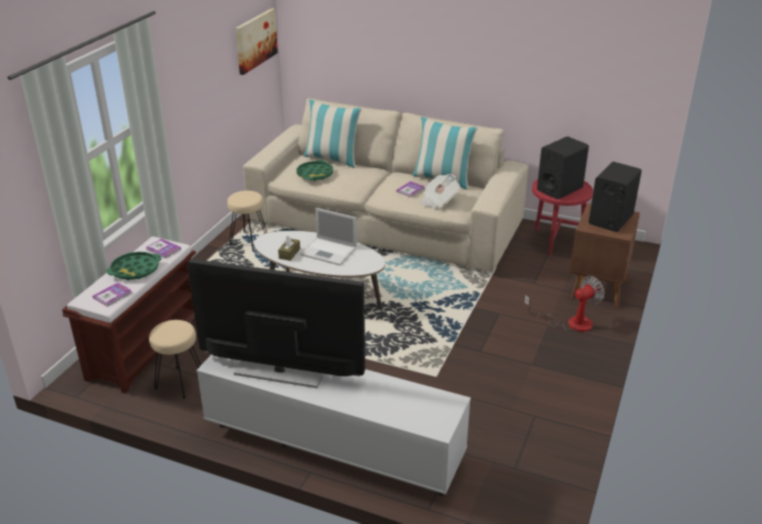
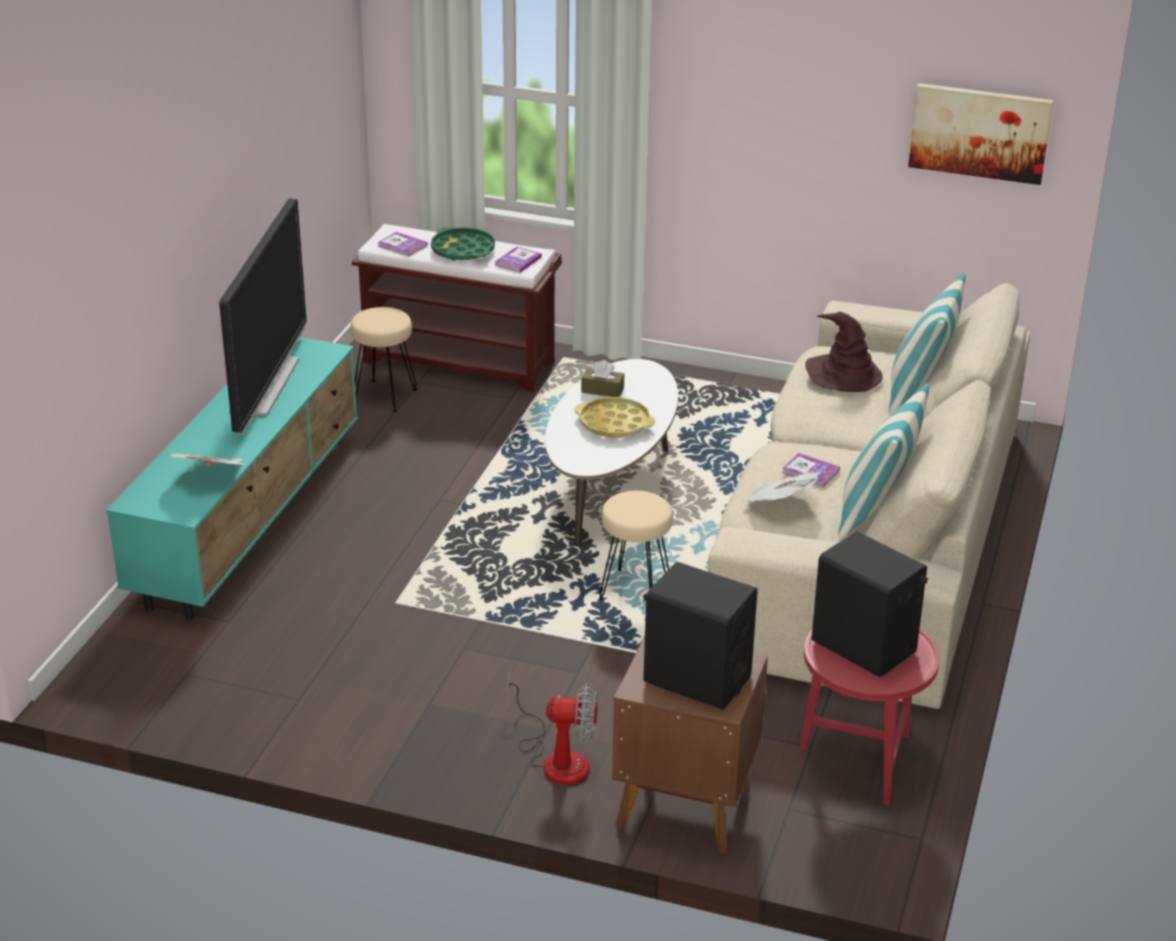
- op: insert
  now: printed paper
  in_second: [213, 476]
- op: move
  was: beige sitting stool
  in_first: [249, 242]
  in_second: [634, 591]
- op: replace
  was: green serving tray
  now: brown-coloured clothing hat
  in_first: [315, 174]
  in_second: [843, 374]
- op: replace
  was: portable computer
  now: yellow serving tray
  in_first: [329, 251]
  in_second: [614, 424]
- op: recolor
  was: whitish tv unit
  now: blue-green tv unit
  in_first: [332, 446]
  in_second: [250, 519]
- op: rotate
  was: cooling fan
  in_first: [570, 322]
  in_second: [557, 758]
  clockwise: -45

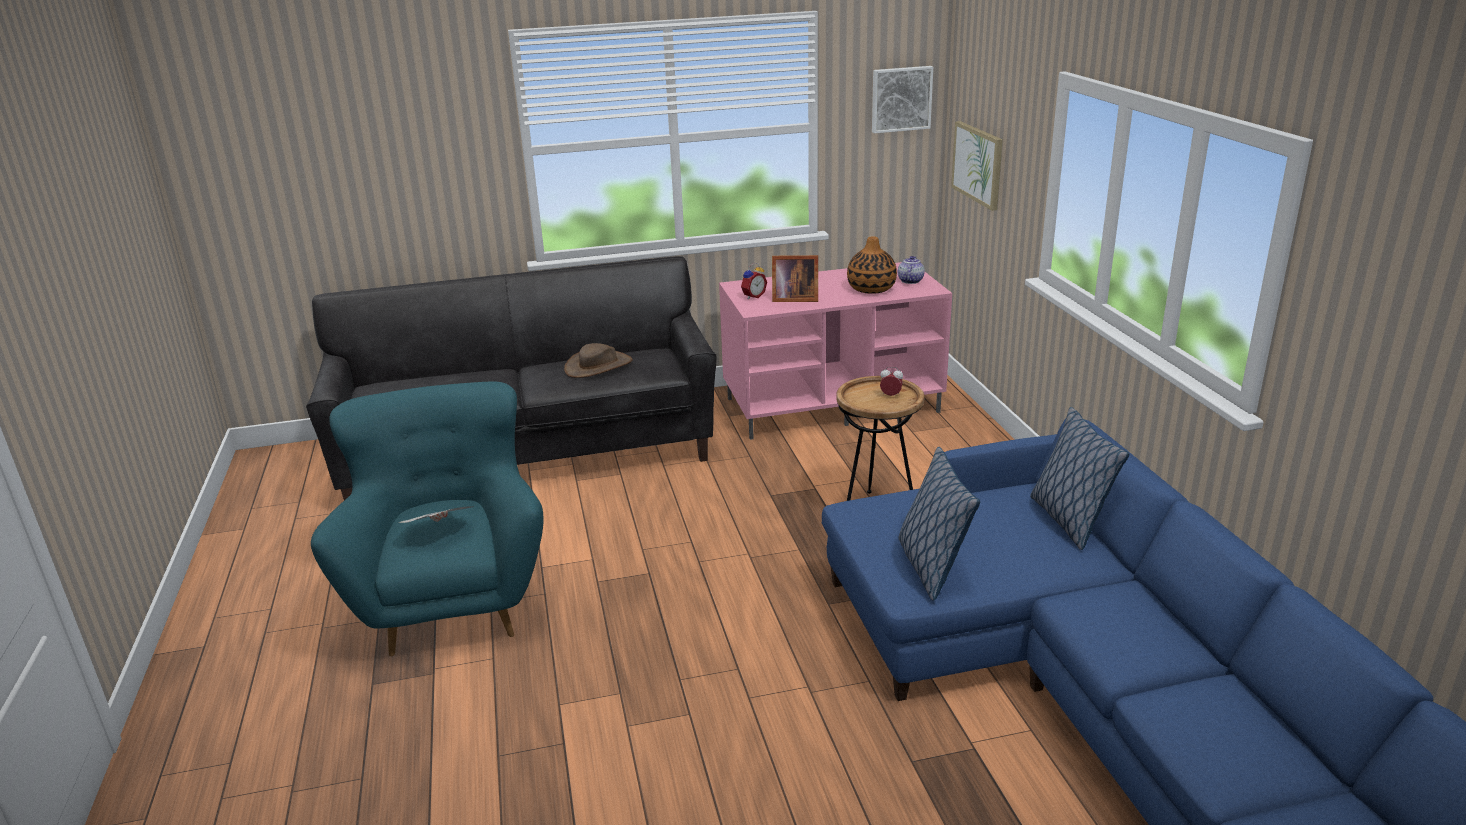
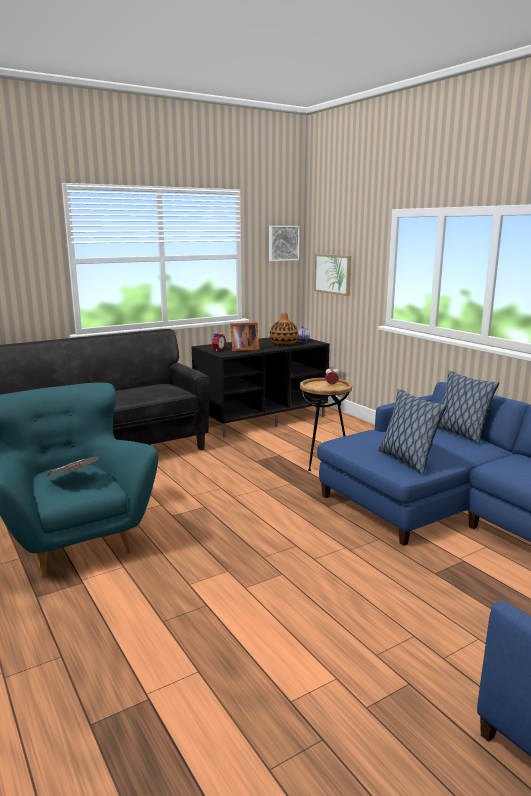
- op: delete
  was: brown-coloured clothing hat
  in_first: [598, 366]
- op: recolor
  was: pink tv unit
  now: black-coloured tv unit
  in_first: [832, 404]
  in_second: [261, 418]

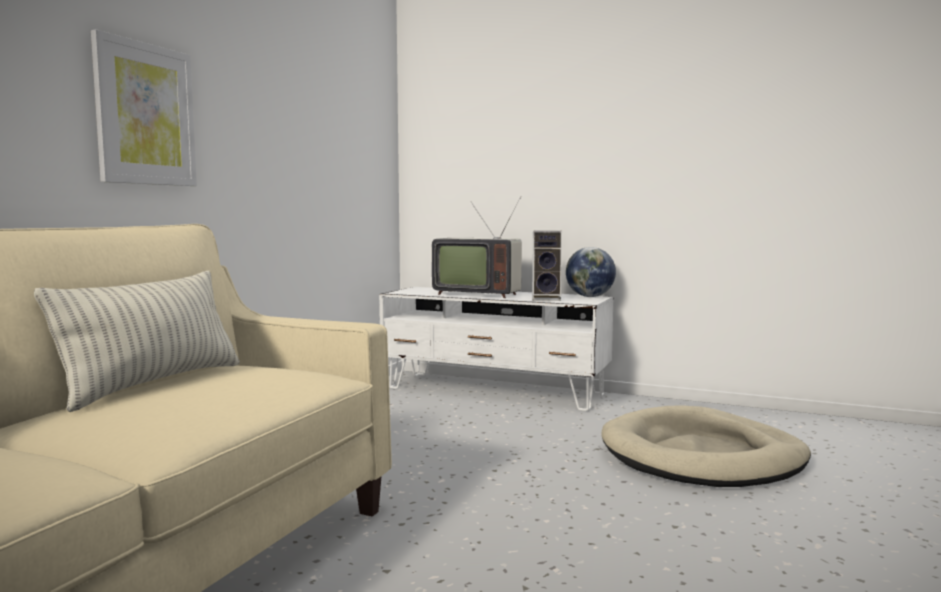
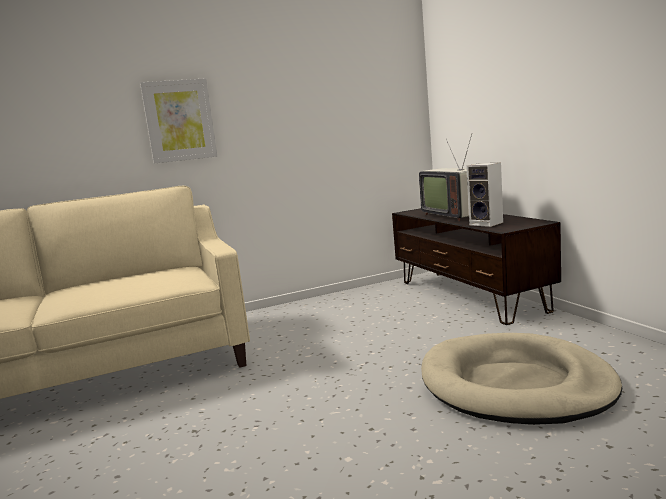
- op: delete
  was: pillow
  in_first: [154, 384]
- op: delete
  was: world globe
  in_first: [589, 296]
- op: recolor
  was: whitish tv unit
  now: brown-coloured tv unit
  in_first: [494, 391]
  in_second: [469, 296]

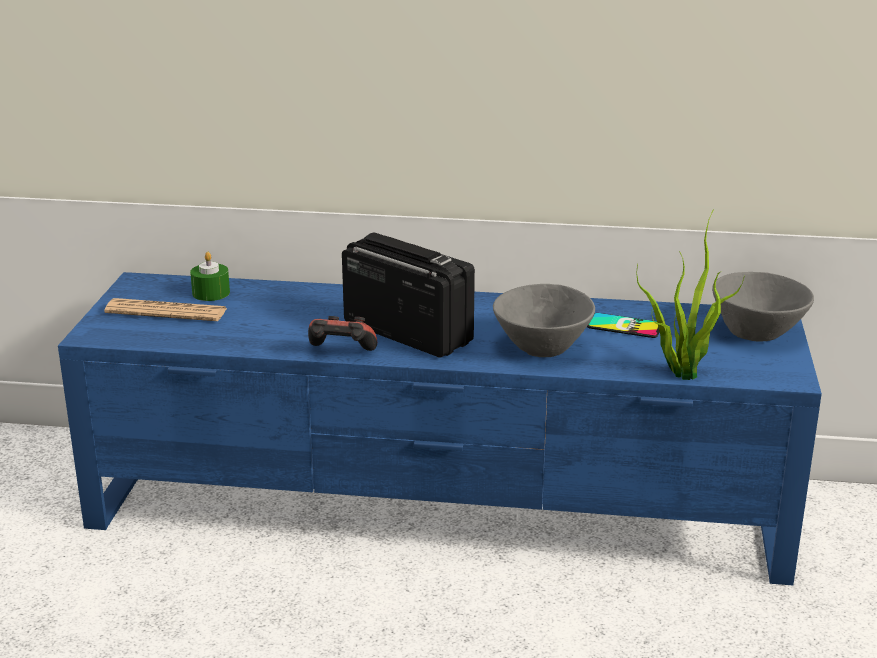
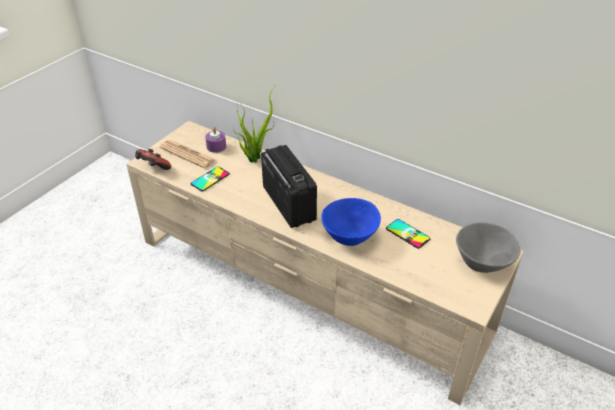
- op: insert
  now: phone
  in_second: [210, 179]
- op: move
  was: joypad
  in_first: [341, 354]
  in_second: [153, 168]
- op: move
  was: potted plant
  in_first: [681, 372]
  in_second: [254, 157]
- op: recolor
  was: blue tv unit
  now: beige tv unit
  in_first: [442, 507]
  in_second: [309, 284]
- op: recolor
  was: green candle
  now: purple-coloured candle
  in_first: [211, 293]
  in_second: [216, 146]
- op: recolor
  was: grey bowl
  now: blue bowl
  in_first: [539, 347]
  in_second: [348, 236]

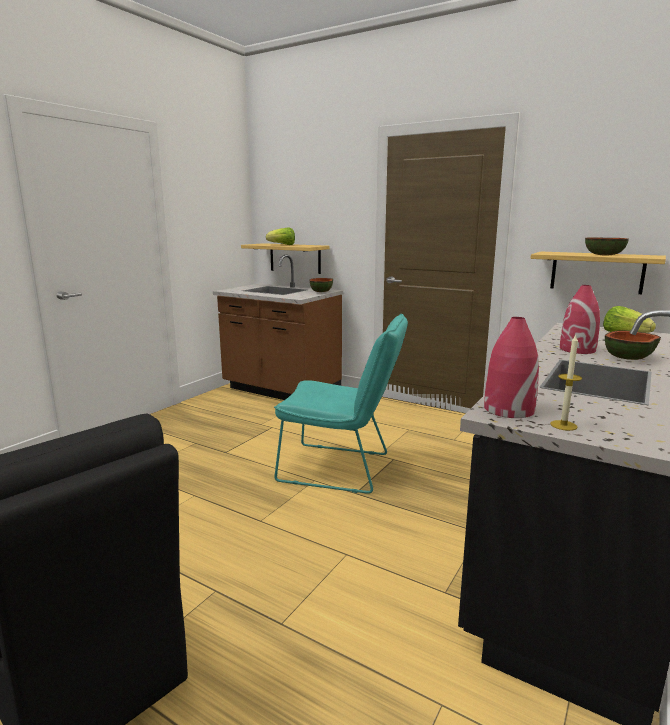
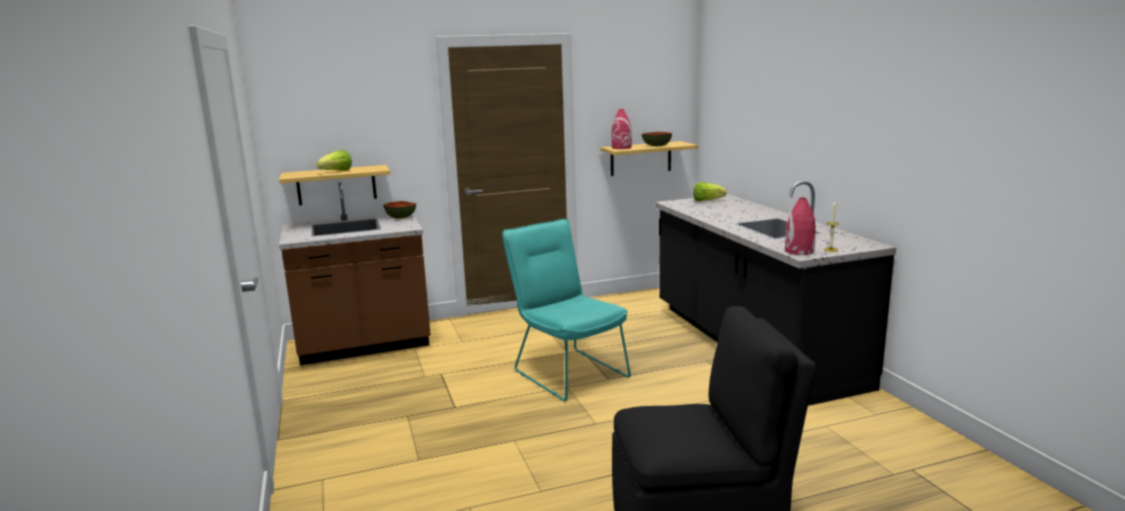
- op: delete
  was: bowl
  in_first: [629, 358]
- op: move
  was: red flower vase
  in_first: [577, 350]
  in_second: [621, 148]
- op: rotate
  was: blue-green plain chair
  in_first: [342, 469]
  in_second: [566, 371]
  clockwise: -90

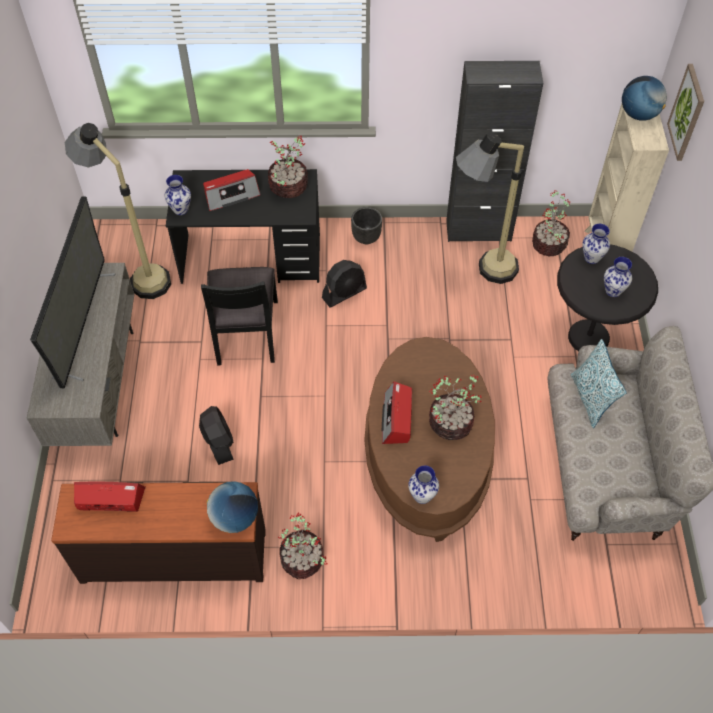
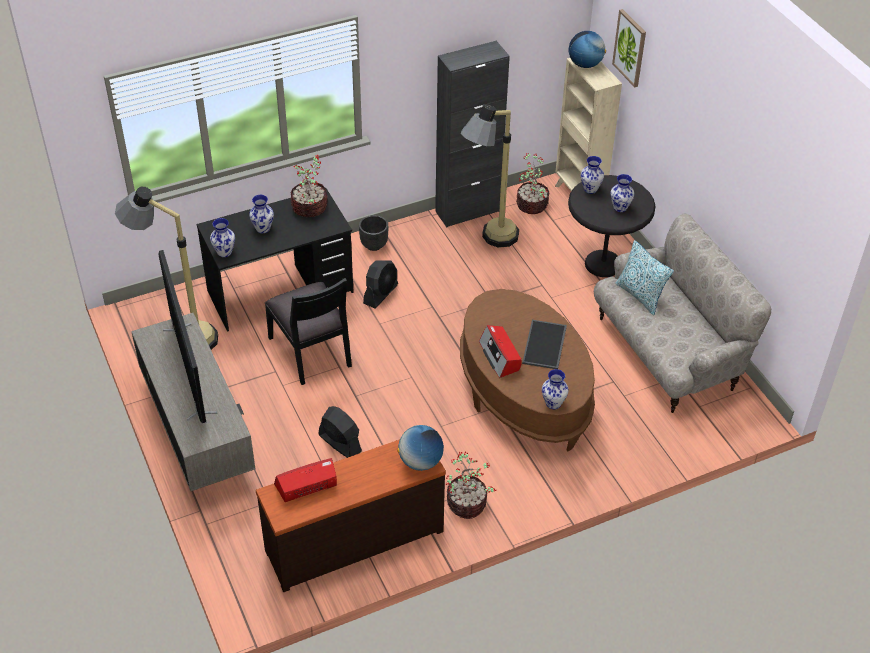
- op: replace
  was: radio
  now: flower vase
  in_first: [231, 195]
  in_second: [263, 228]
- op: replace
  was: potted plant
  now: serving tray
  in_first: [451, 423]
  in_second: [545, 345]

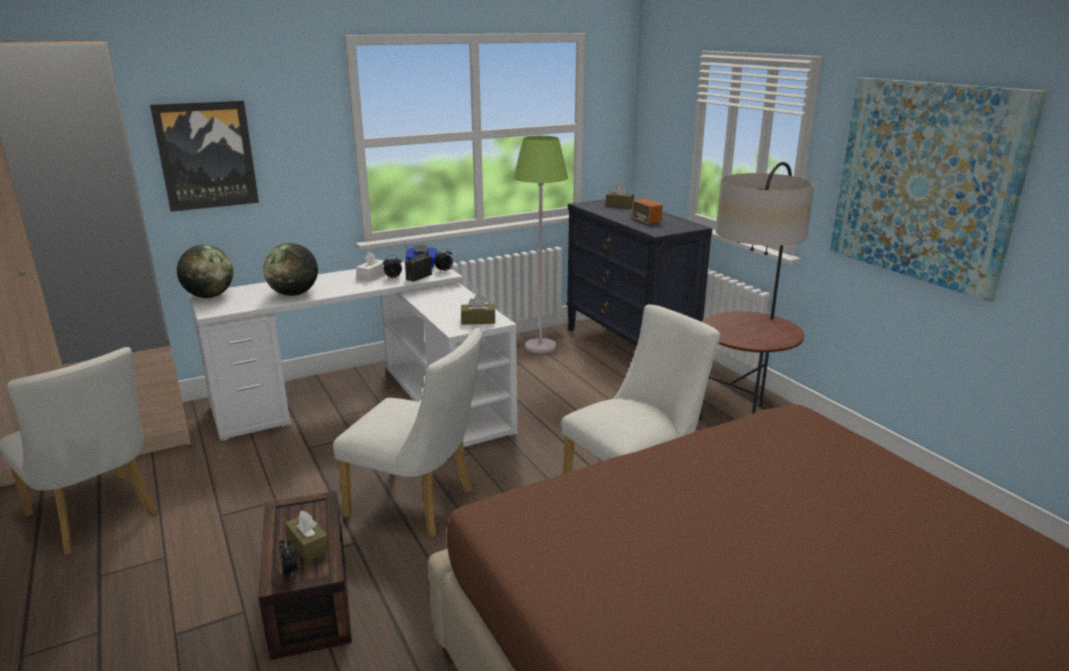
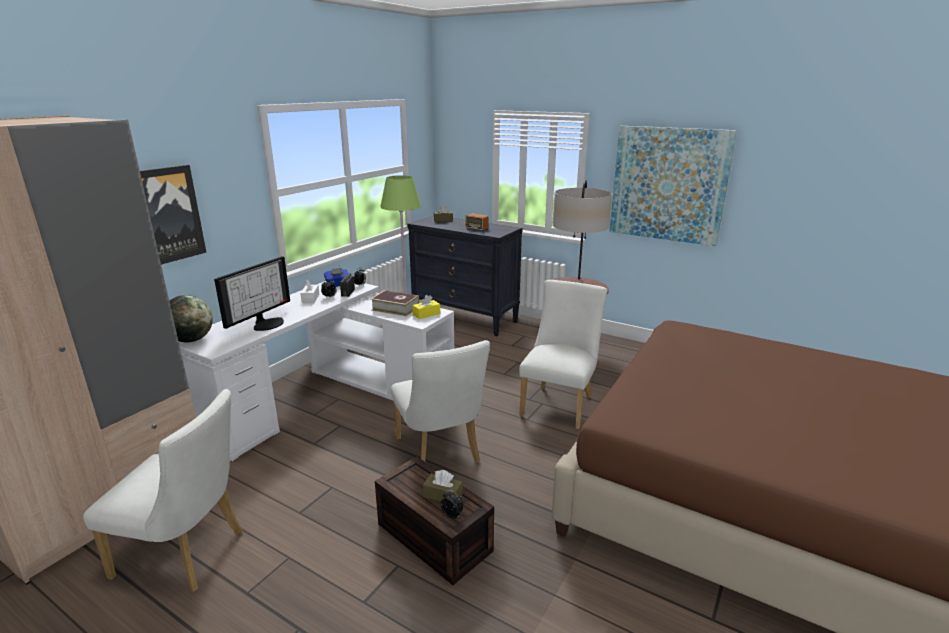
- op: insert
  now: book
  in_second: [395, 308]
- op: replace
  was: world globe
  now: monitor
  in_first: [294, 294]
  in_second: [266, 323]
- op: recolor
  was: brown-coloured box of tissues
  now: yellow box of tissues
  in_first: [478, 321]
  in_second: [426, 314]
- op: rotate
  was: whitish plain chair
  in_first: [419, 505]
  in_second: [440, 454]
  clockwise: 75

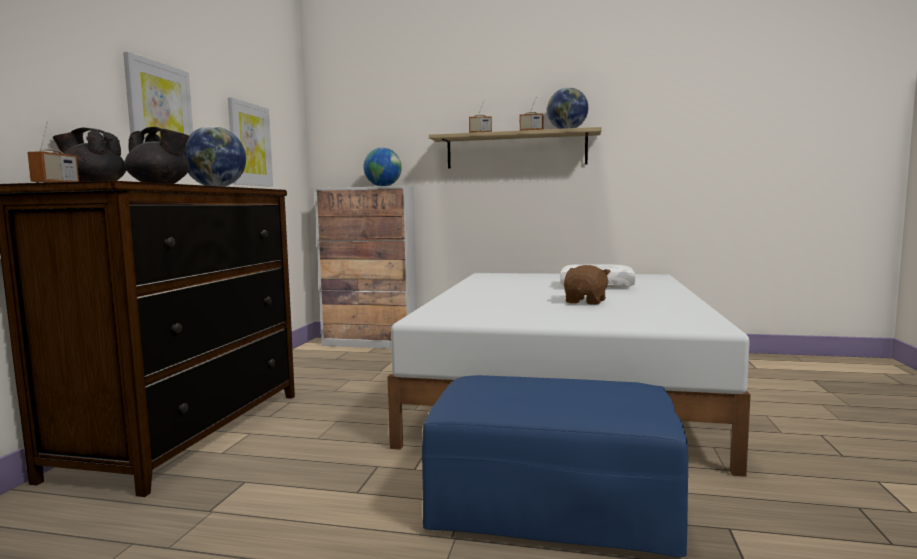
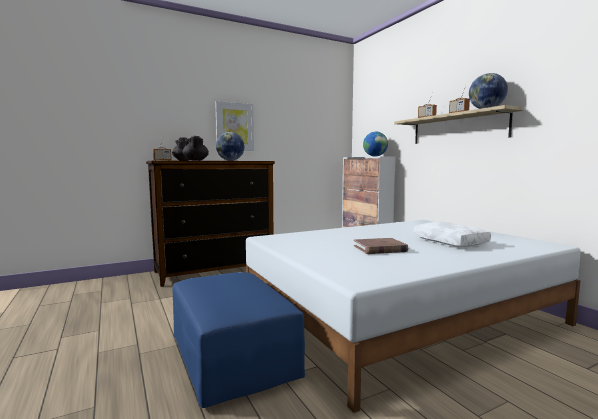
- op: delete
  was: wall art
  in_first: [250, 144]
- op: replace
  was: brown-coloured soft toy
  now: brown-coloured book
  in_first: [586, 301]
  in_second: [380, 249]

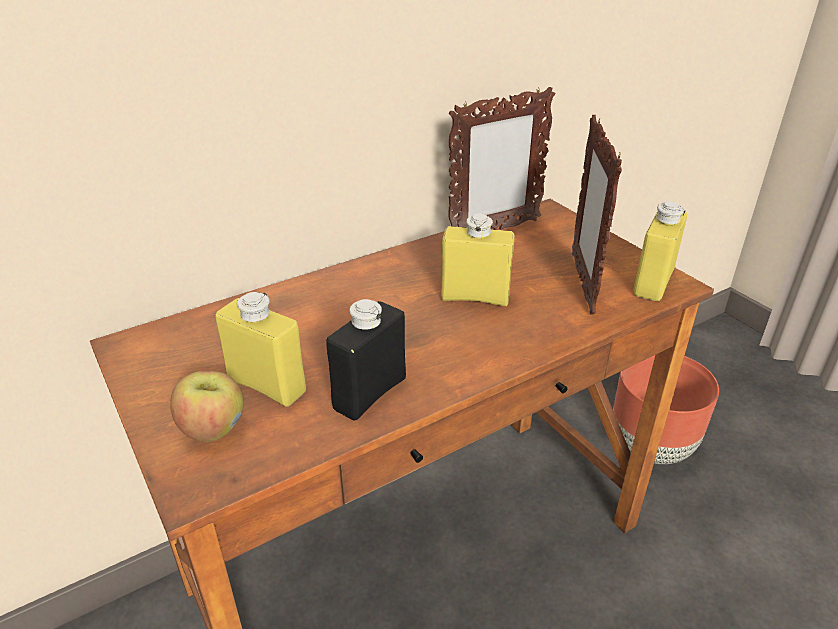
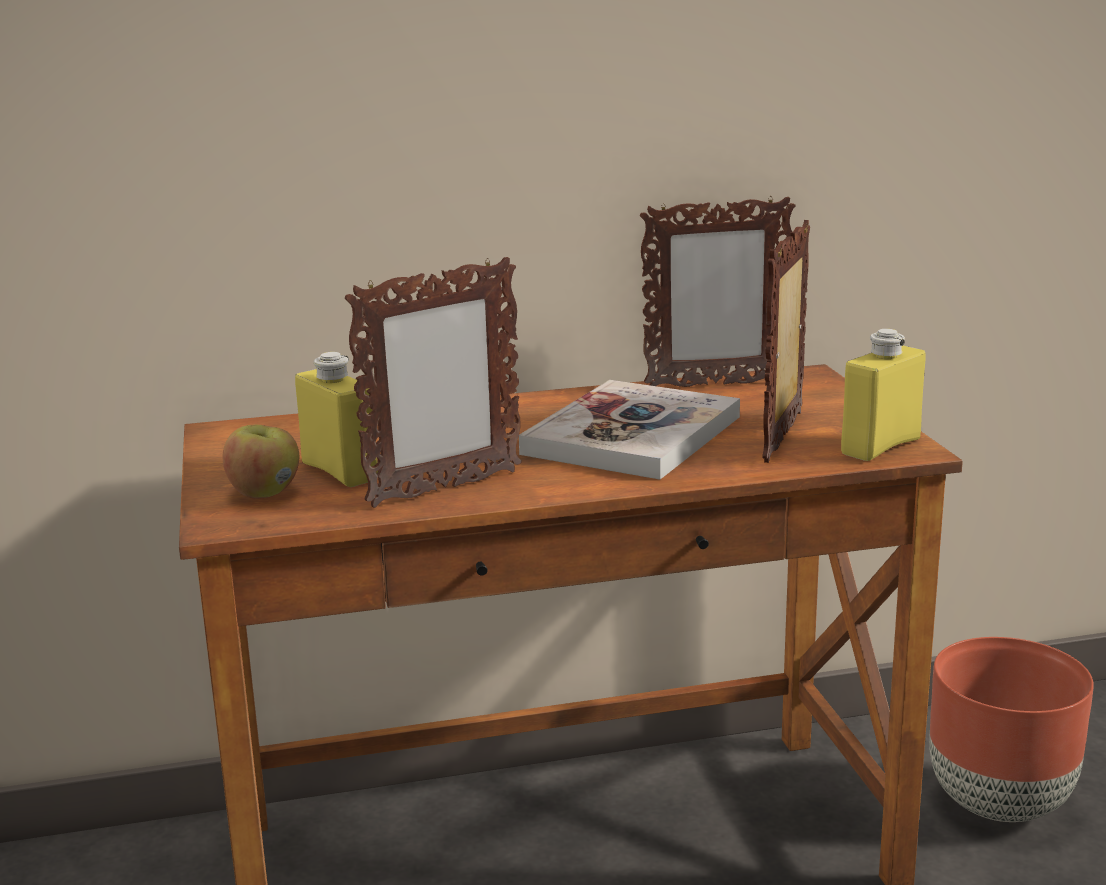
- op: replace
  was: black-coloured drink bottle
  now: standing frame
  in_first: [370, 393]
  in_second: [443, 489]
- op: replace
  was: yellow drink bottle
  now: book
  in_first: [475, 297]
  in_second: [632, 435]

